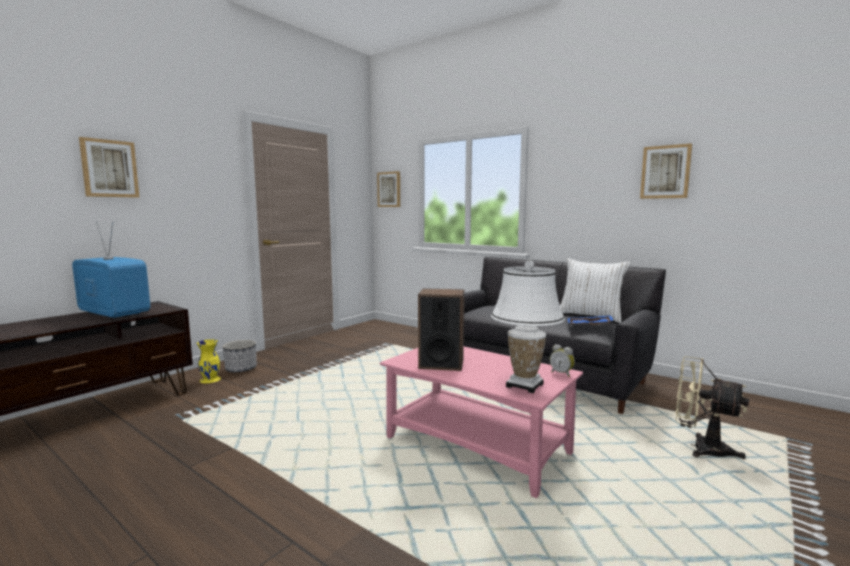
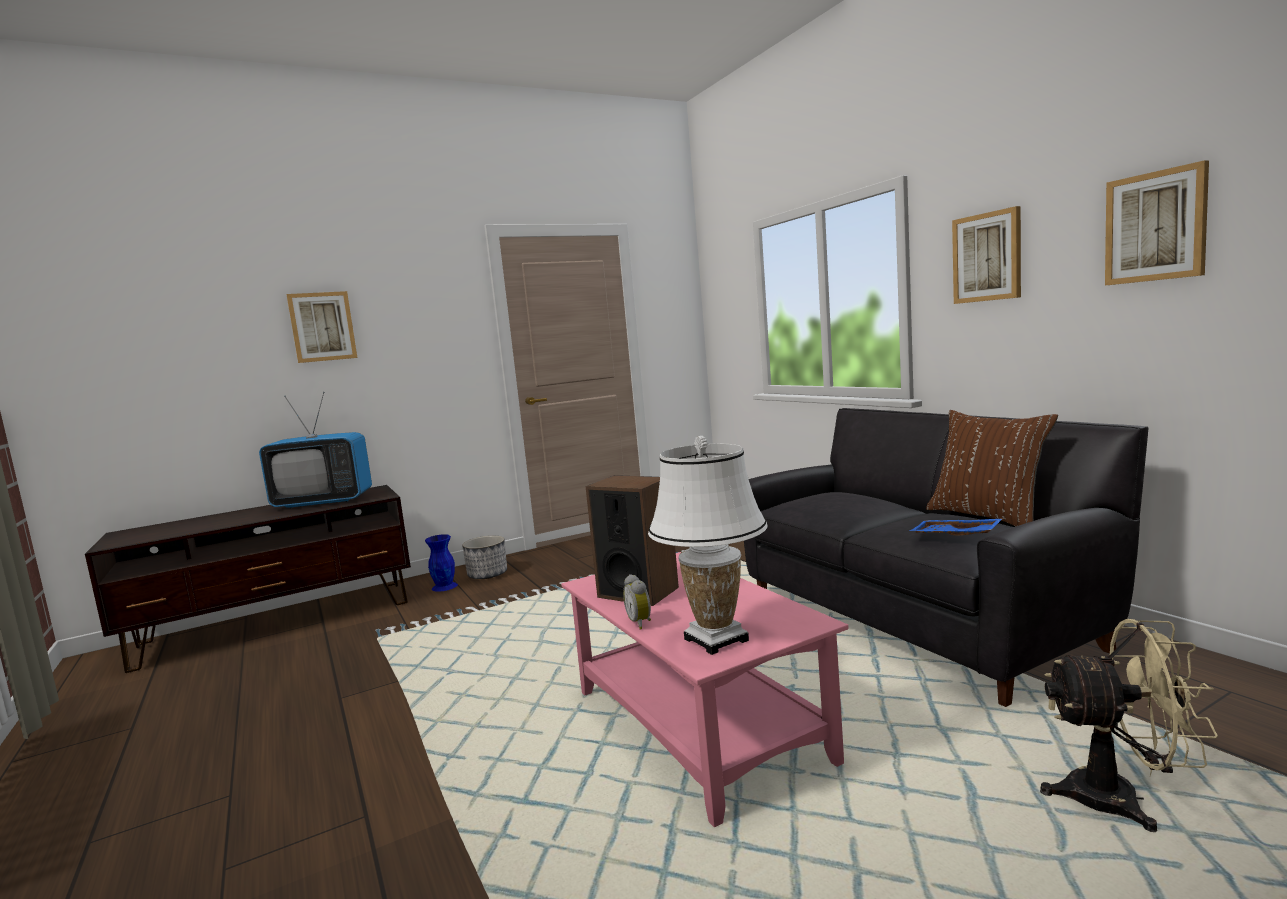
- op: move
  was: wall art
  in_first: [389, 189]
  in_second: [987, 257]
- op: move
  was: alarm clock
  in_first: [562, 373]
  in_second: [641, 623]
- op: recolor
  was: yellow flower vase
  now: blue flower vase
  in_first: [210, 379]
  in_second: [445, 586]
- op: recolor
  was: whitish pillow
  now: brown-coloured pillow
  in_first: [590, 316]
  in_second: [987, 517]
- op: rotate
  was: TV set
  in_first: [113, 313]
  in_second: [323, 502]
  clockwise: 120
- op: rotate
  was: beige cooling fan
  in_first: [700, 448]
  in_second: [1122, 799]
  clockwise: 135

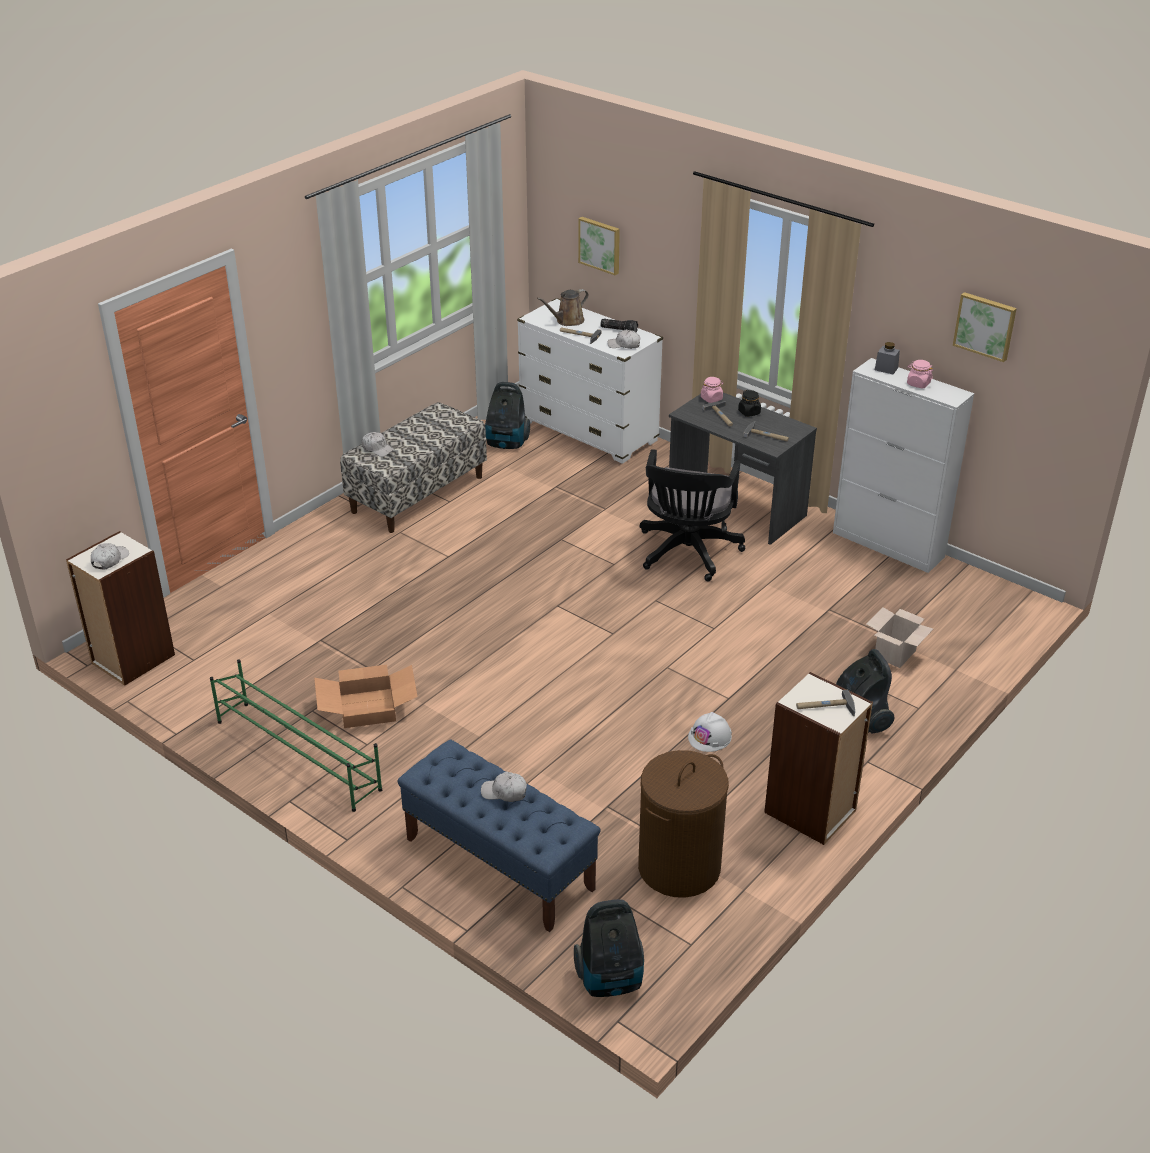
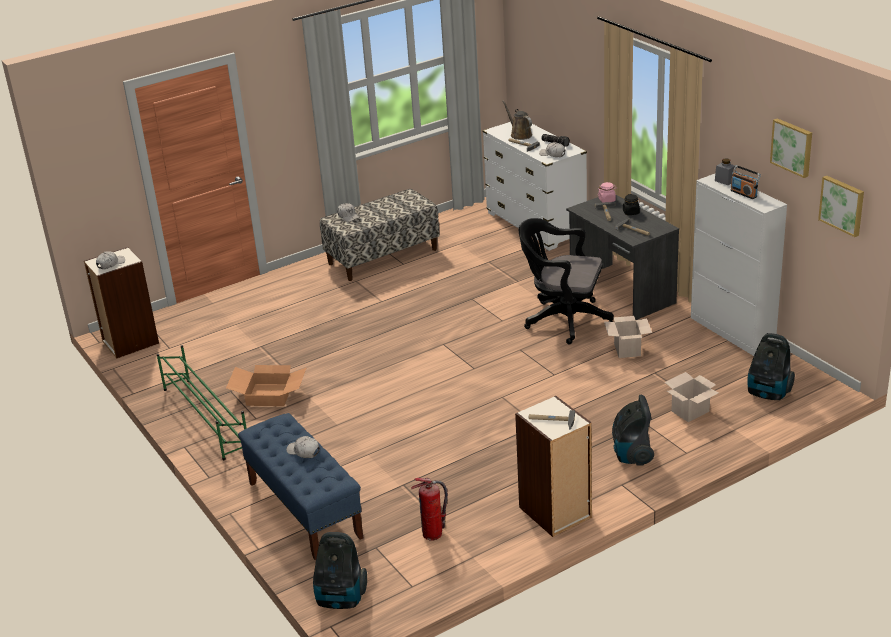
- op: delete
  was: whitish hard hat
  in_first: [710, 737]
- op: insert
  now: cardboard box
  in_second: [628, 350]
- op: move
  was: vacuum
  in_first: [506, 444]
  in_second: [768, 393]
- op: move
  was: wall art
  in_first: [600, 245]
  in_second: [842, 205]
- op: replace
  was: brown-coloured laundry basket
  now: extinguisher
  in_first: [679, 867]
  in_second: [433, 534]
- op: replace
  was: pink storage jar
  now: radio
  in_first: [918, 384]
  in_second: [744, 193]
- op: rotate
  was: brown-coloured sprinkling can
  in_first: [567, 321]
  in_second: [519, 134]
  clockwise: 75
- op: rotate
  was: black-coloured office chair
  in_first: [687, 554]
  in_second: [563, 320]
  clockwise: 75

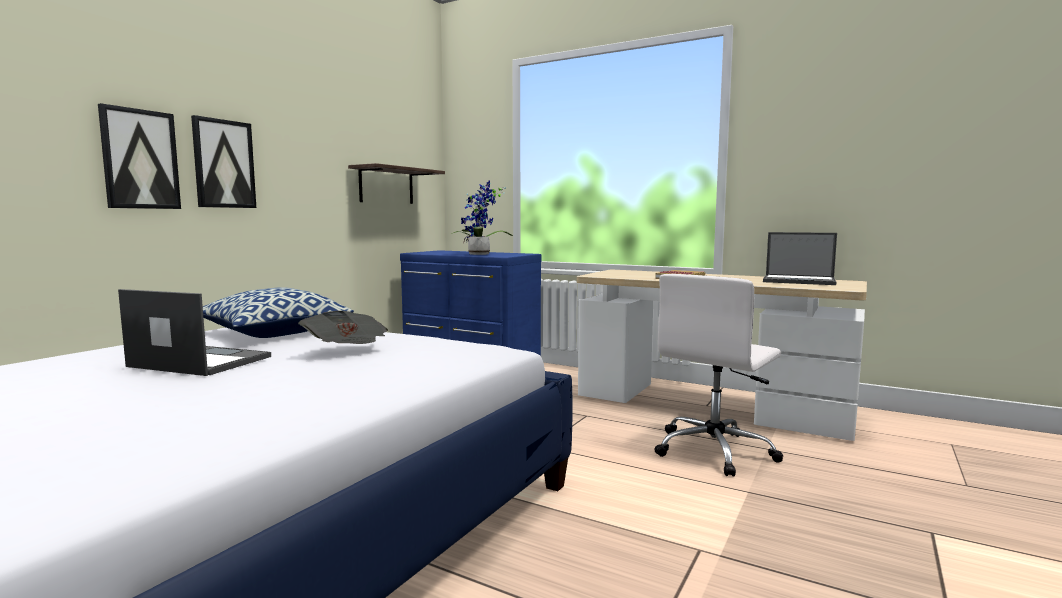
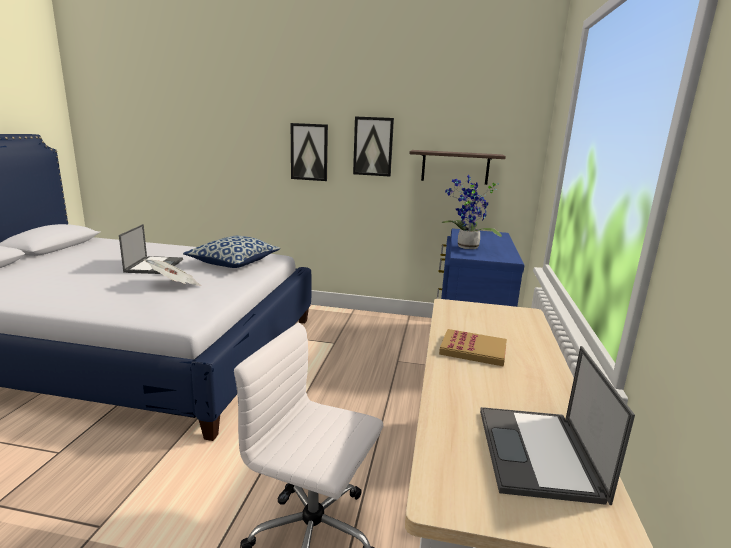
- op: move
  was: wall art
  in_first: [140, 159]
  in_second: [373, 146]

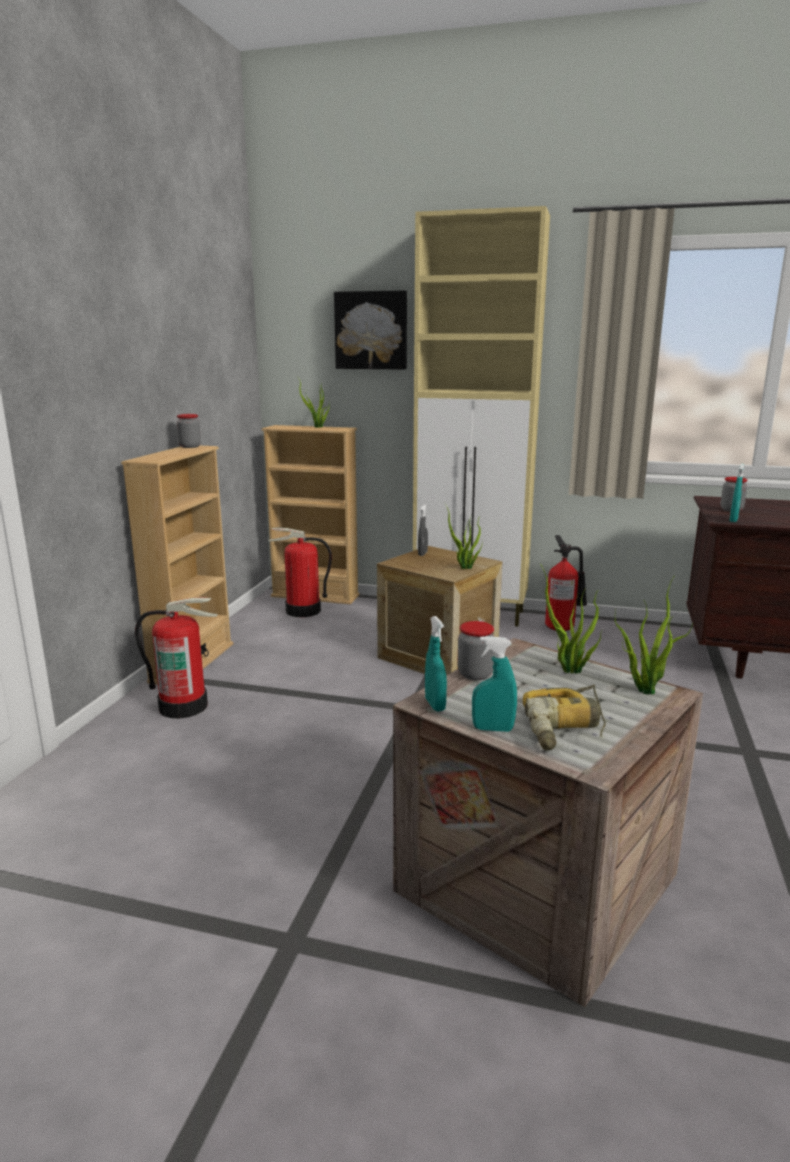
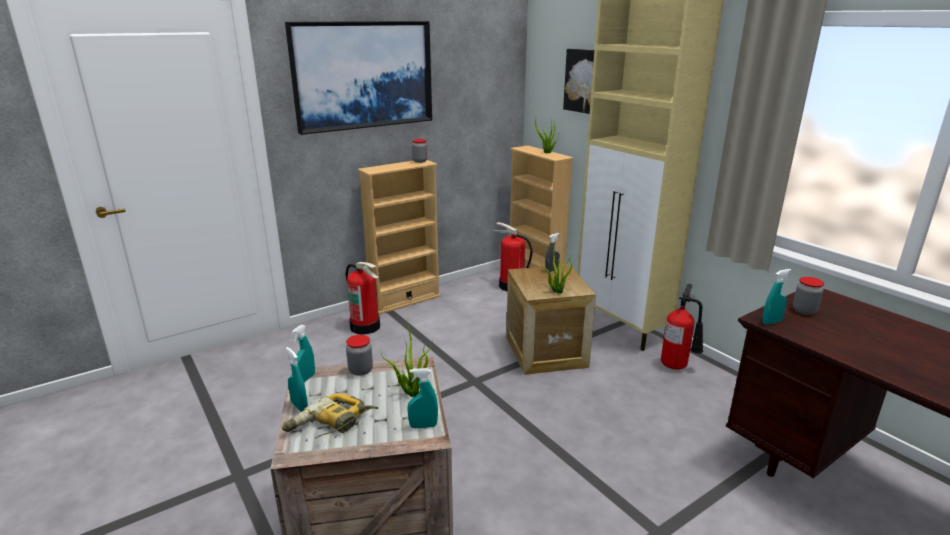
- op: insert
  now: wall art
  in_second: [363, 75]
- op: replace
  was: potted plant
  now: blue-green spray bottle
  in_first: [644, 688]
  in_second: [423, 426]

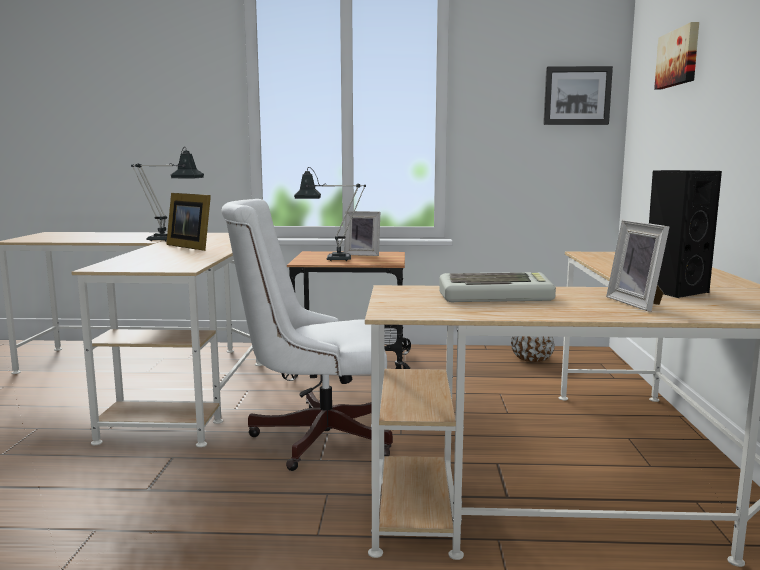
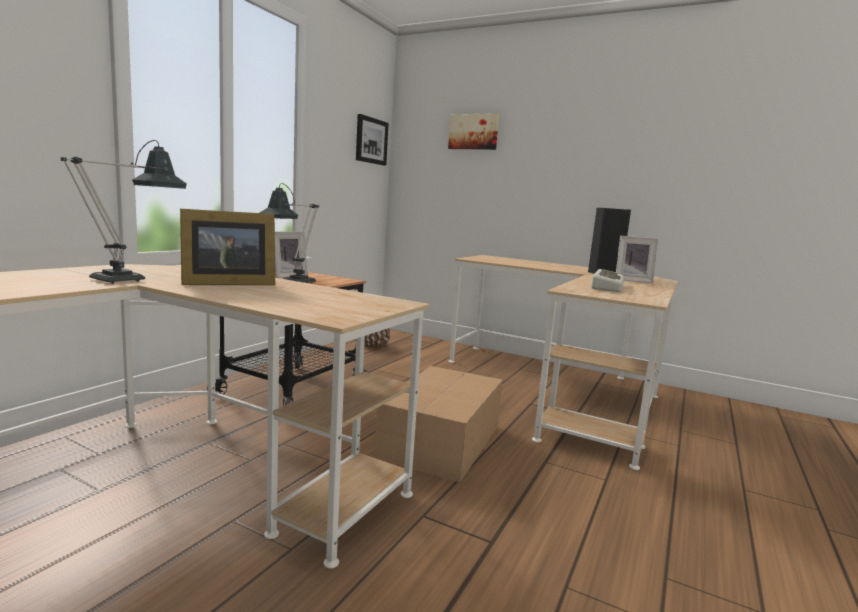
- op: replace
  was: whitish office chair
  now: cardboard box
  in_first: [315, 437]
  in_second: [439, 442]

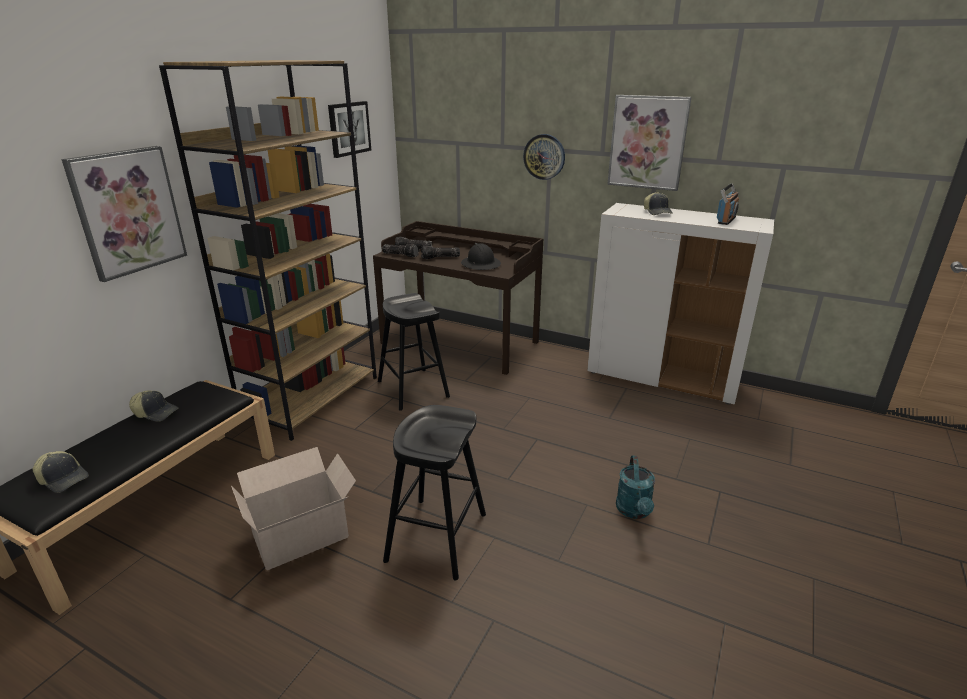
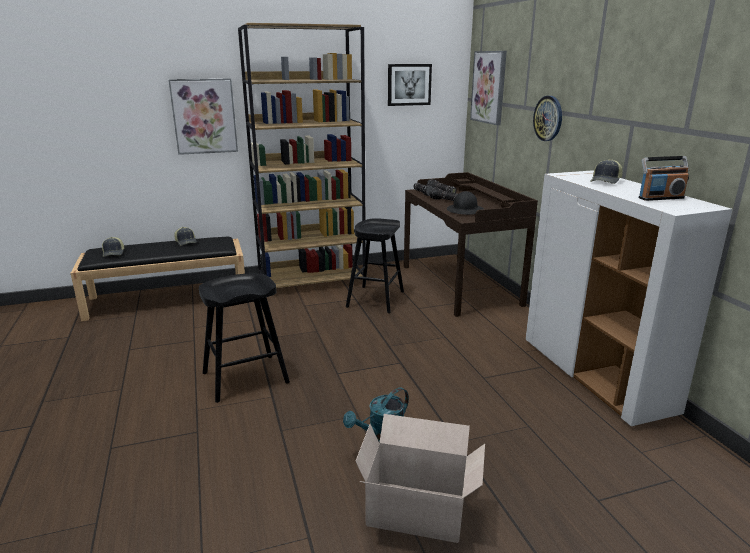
- op: move
  was: cardboard box
  in_first: [303, 535]
  in_second: [419, 512]
- op: move
  was: wall art
  in_first: [647, 142]
  in_second: [489, 87]

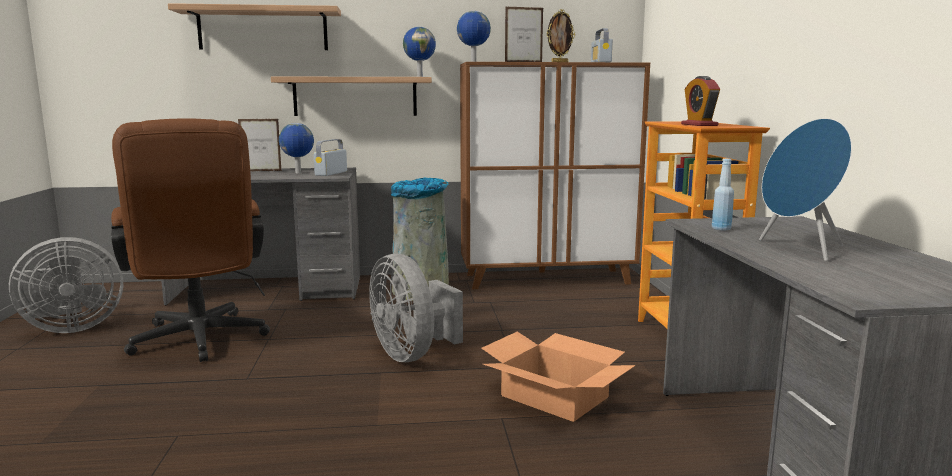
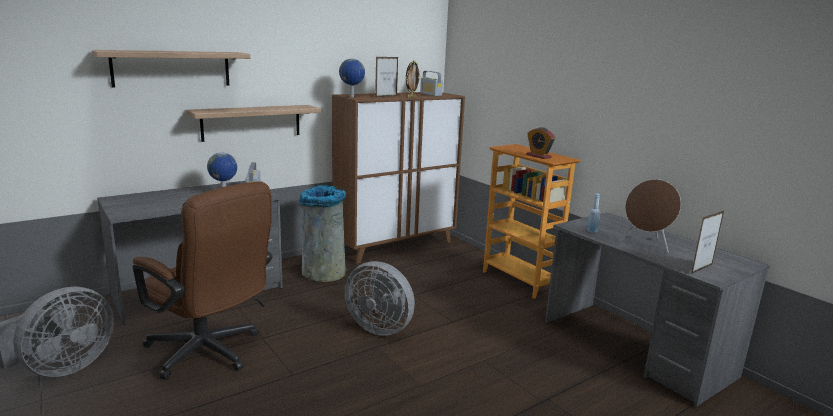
- op: delete
  was: world globe
  in_first: [419, 76]
- op: delete
  was: cardboard box
  in_first: [554, 396]
- op: move
  was: standing frame
  in_first: [261, 171]
  in_second: [701, 269]
- op: recolor
  was: blue speaker
  now: brown-coloured speaker
  in_first: [800, 250]
  in_second: [646, 245]

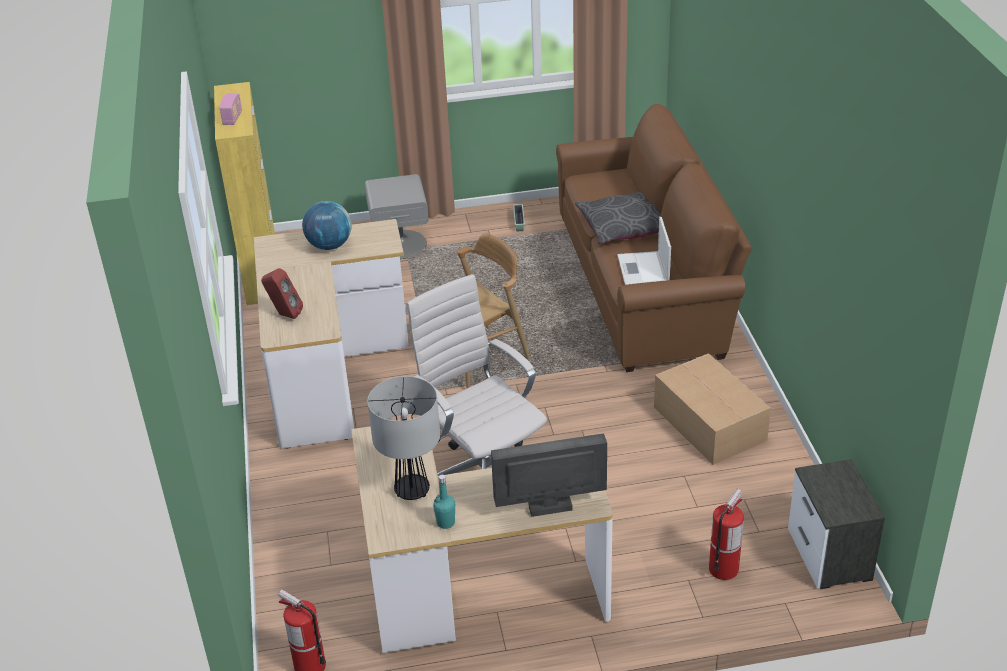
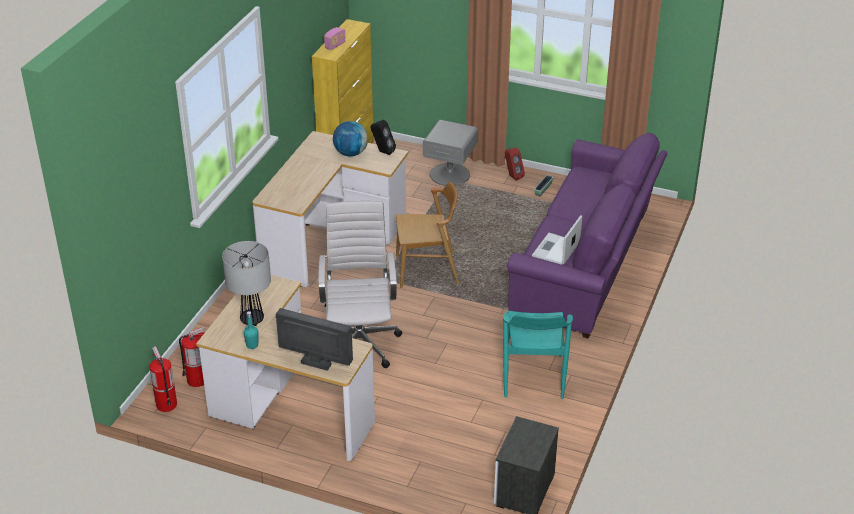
- op: delete
  was: grey pillow
  in_first: [623, 226]
- op: insert
  now: black-coloured speaker
  in_second: [382, 152]
- op: move
  was: red speaker
  in_first: [284, 315]
  in_second: [512, 176]
- op: move
  was: extinguisher
  in_first: [723, 568]
  in_second: [197, 380]
- op: replace
  was: cardboard box
  now: blue-green plain chair
  in_first: [709, 425]
  in_second: [532, 376]
- op: recolor
  was: brown-coloured couch
  now: purple-coloured couch
  in_first: [646, 284]
  in_second: [587, 266]

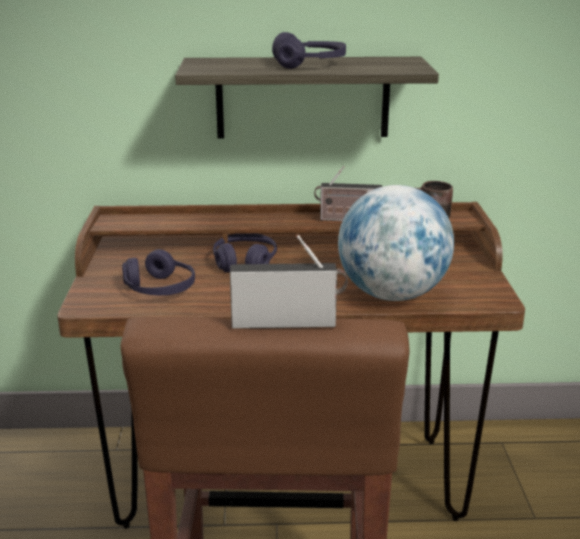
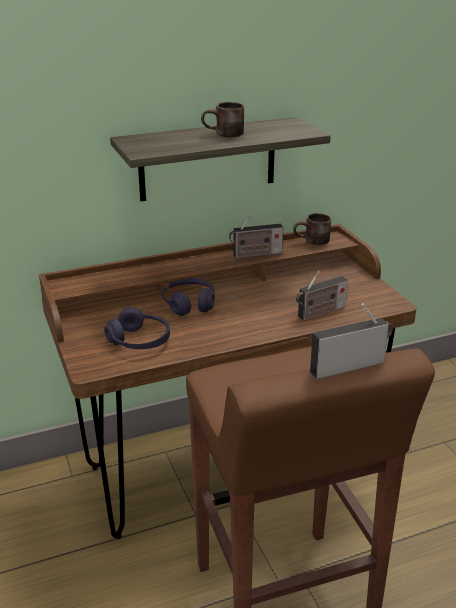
- op: replace
  was: purple-coloured headphones
  now: brown-coloured coffee mug
  in_first: [309, 64]
  in_second: [224, 135]
- op: replace
  was: world globe
  now: radio
  in_first: [392, 295]
  in_second: [320, 313]

